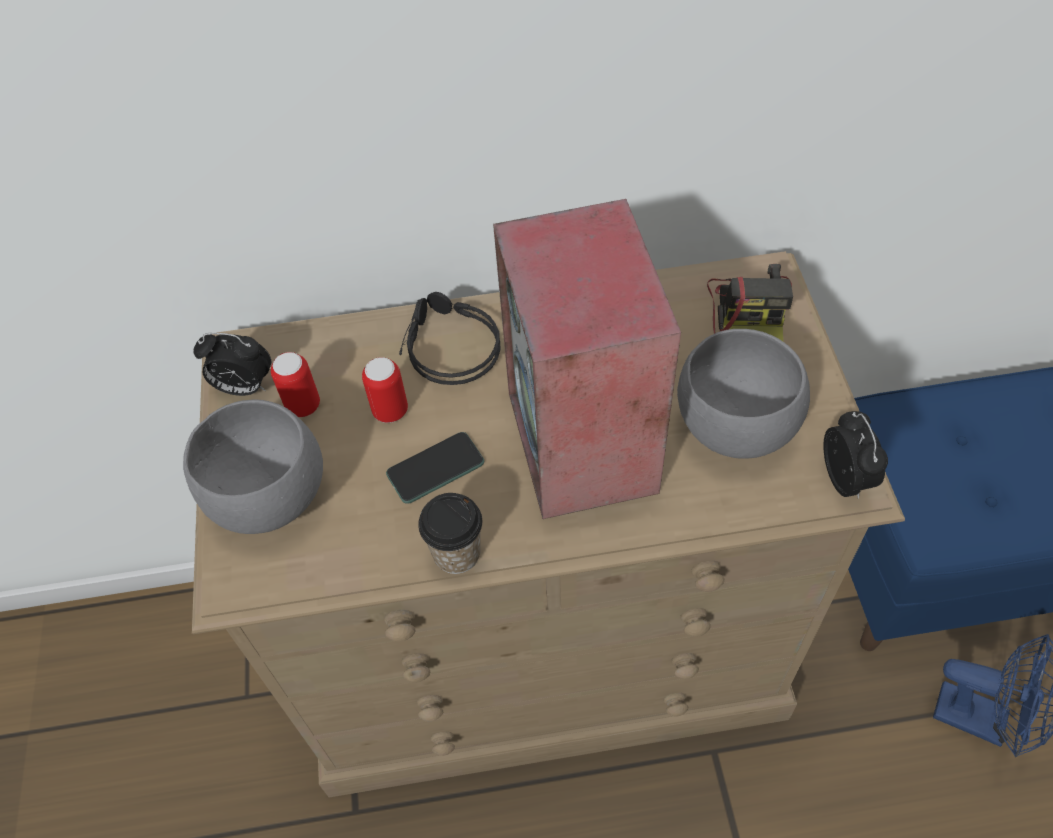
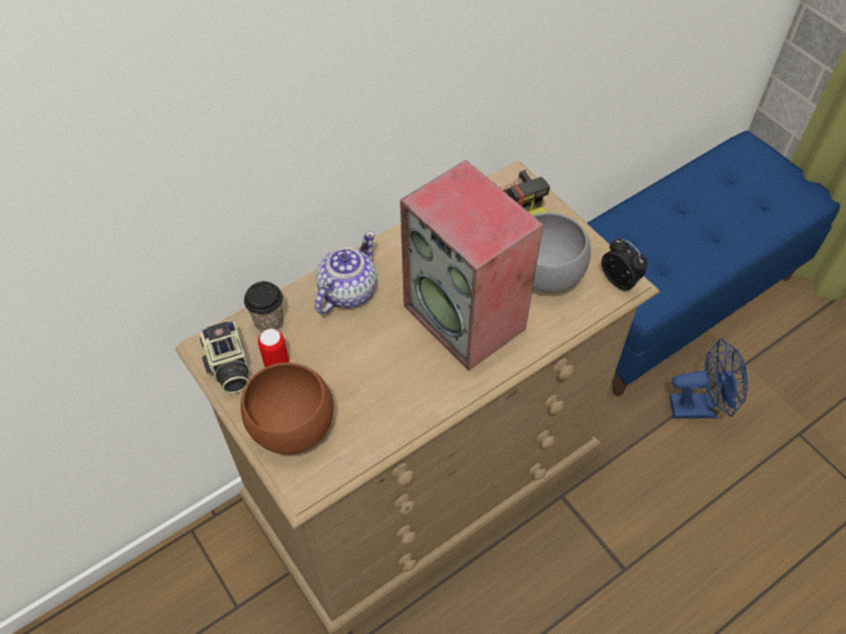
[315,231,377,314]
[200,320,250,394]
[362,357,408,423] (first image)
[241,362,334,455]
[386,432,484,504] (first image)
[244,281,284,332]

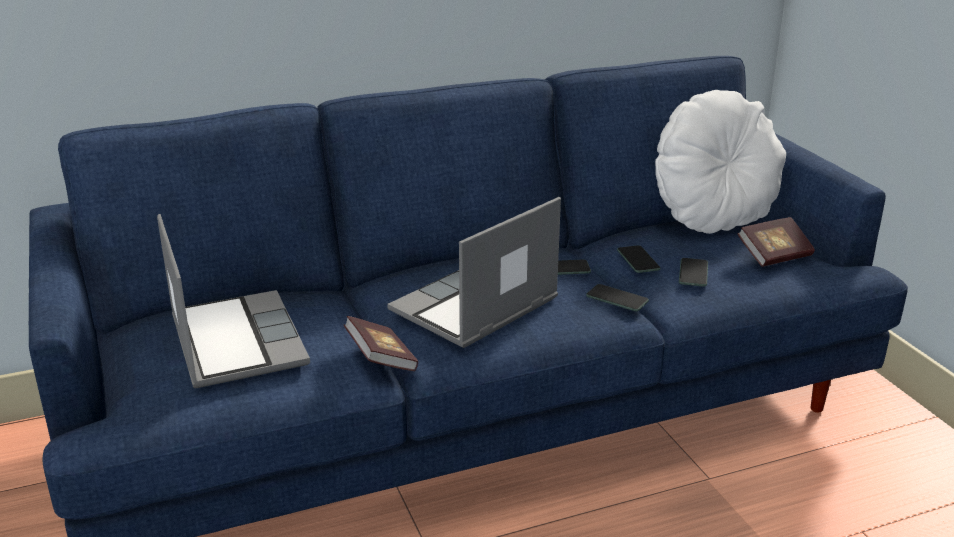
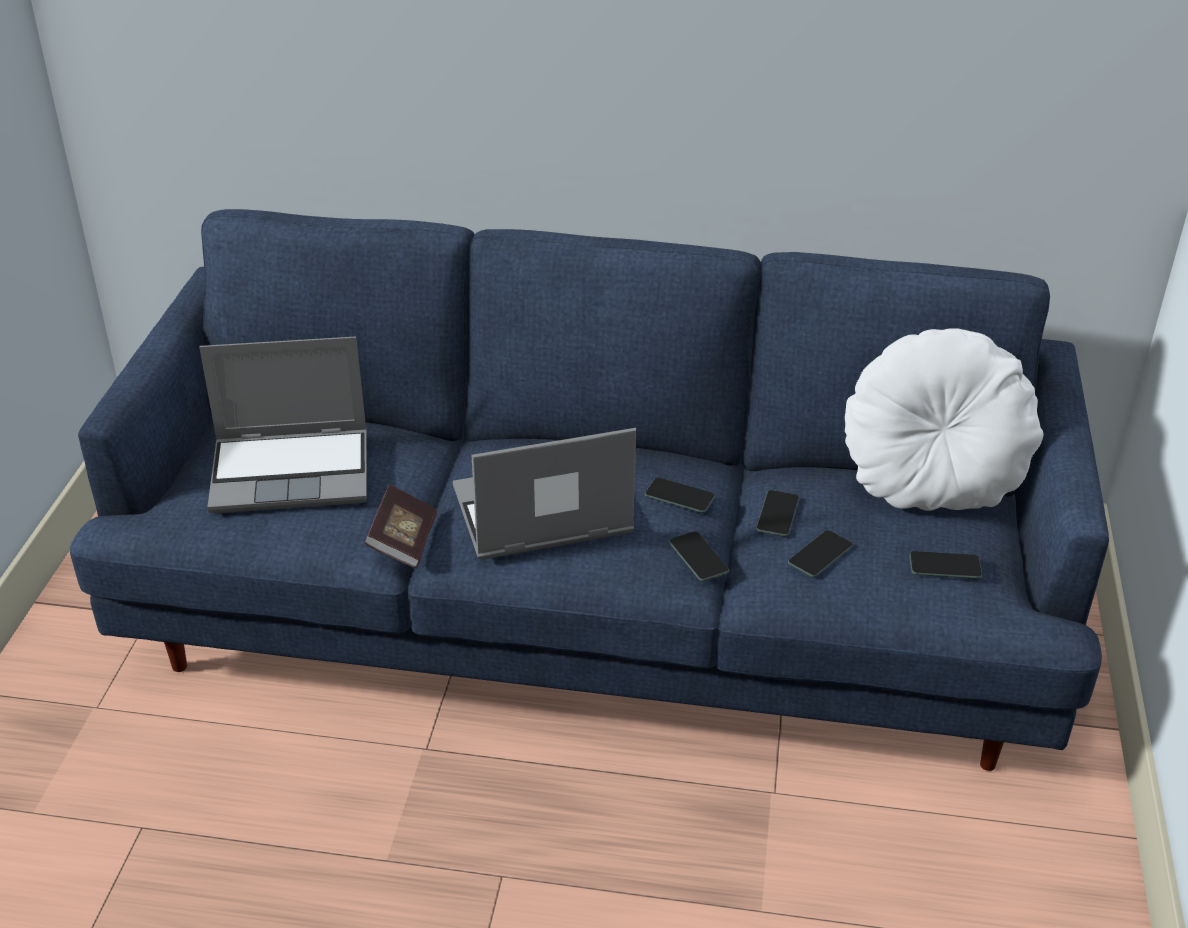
[199,336,367,513]
[909,551,983,579]

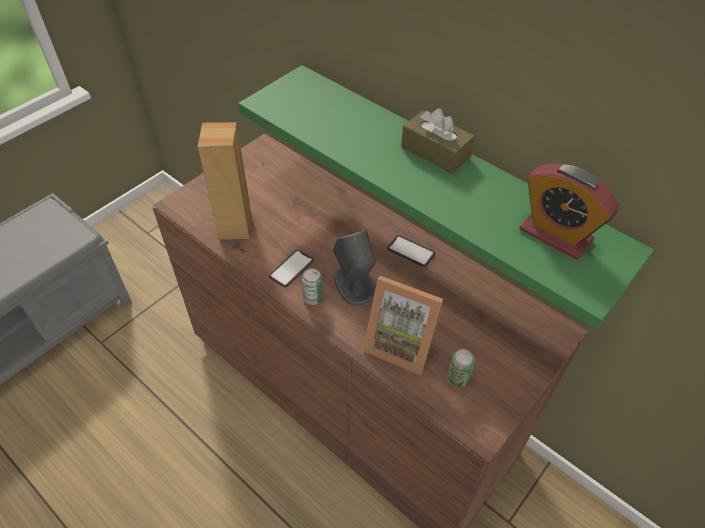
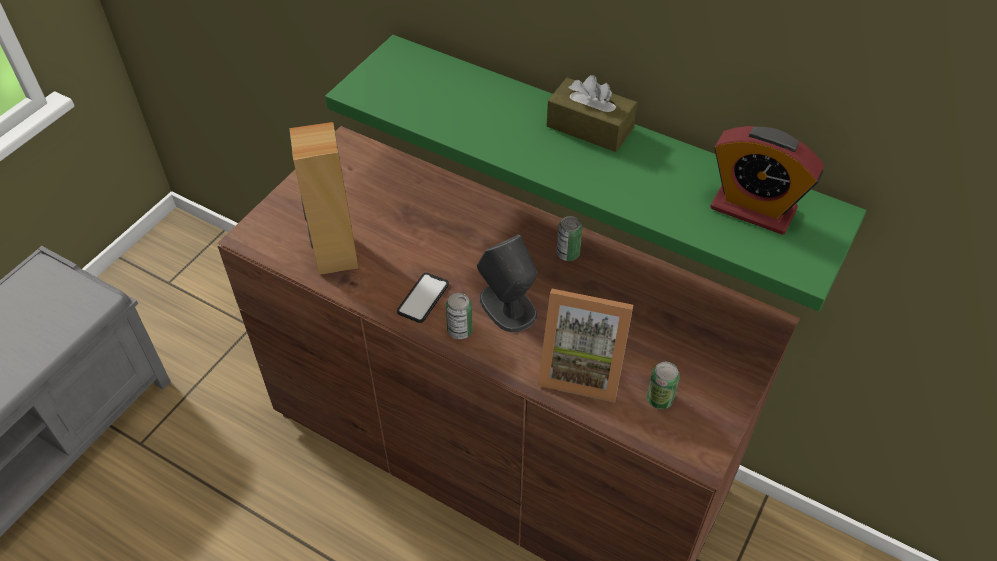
[556,216,582,261]

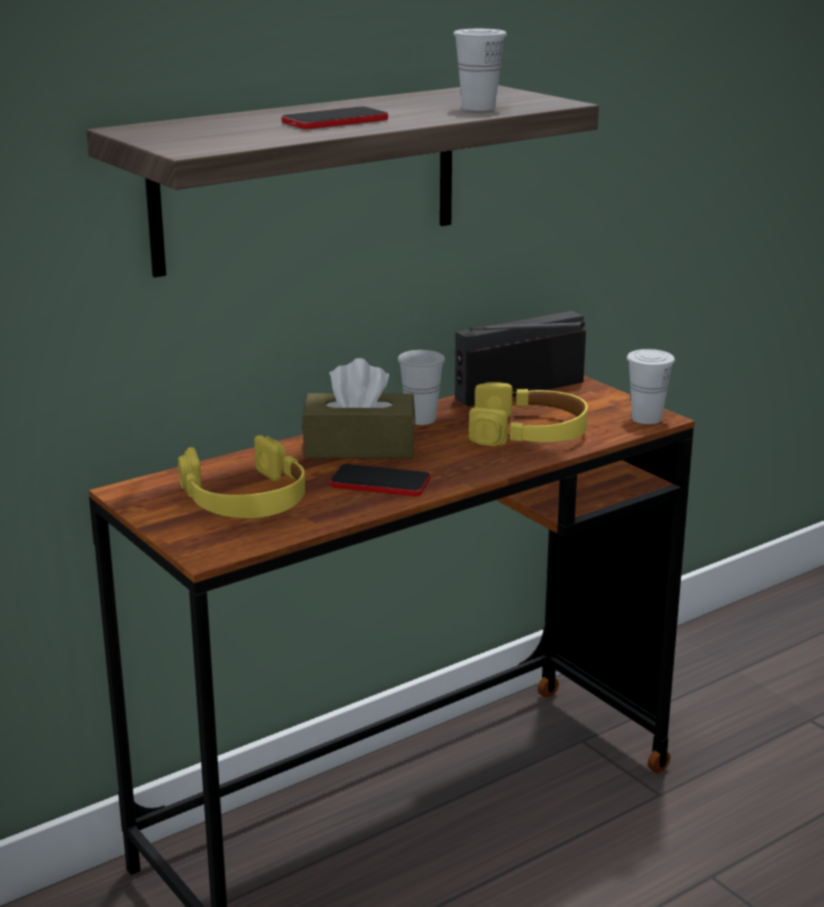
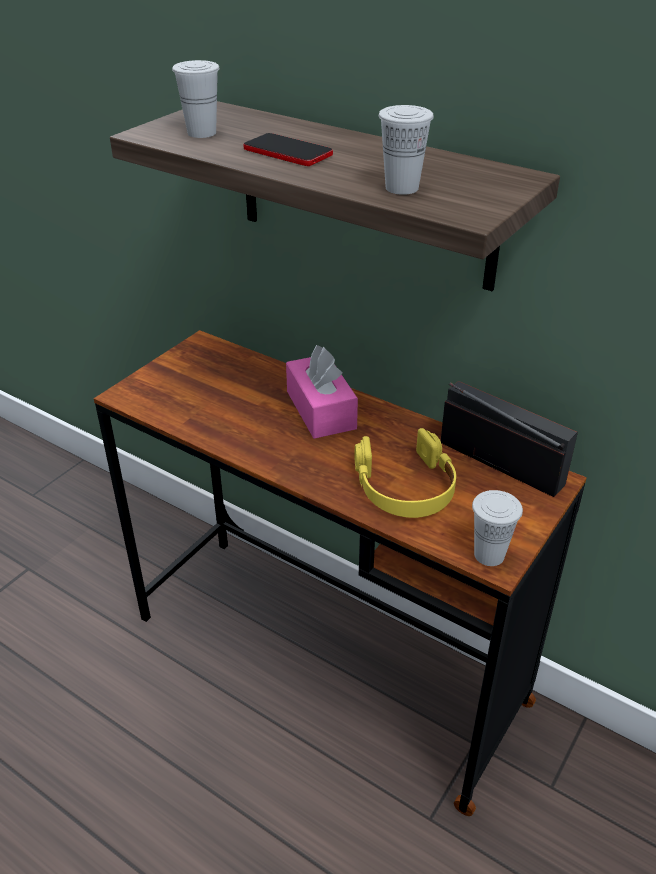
[172,60,220,138]
[286,345,358,439]
[178,435,305,518] (first image)
[330,464,430,496] (first image)

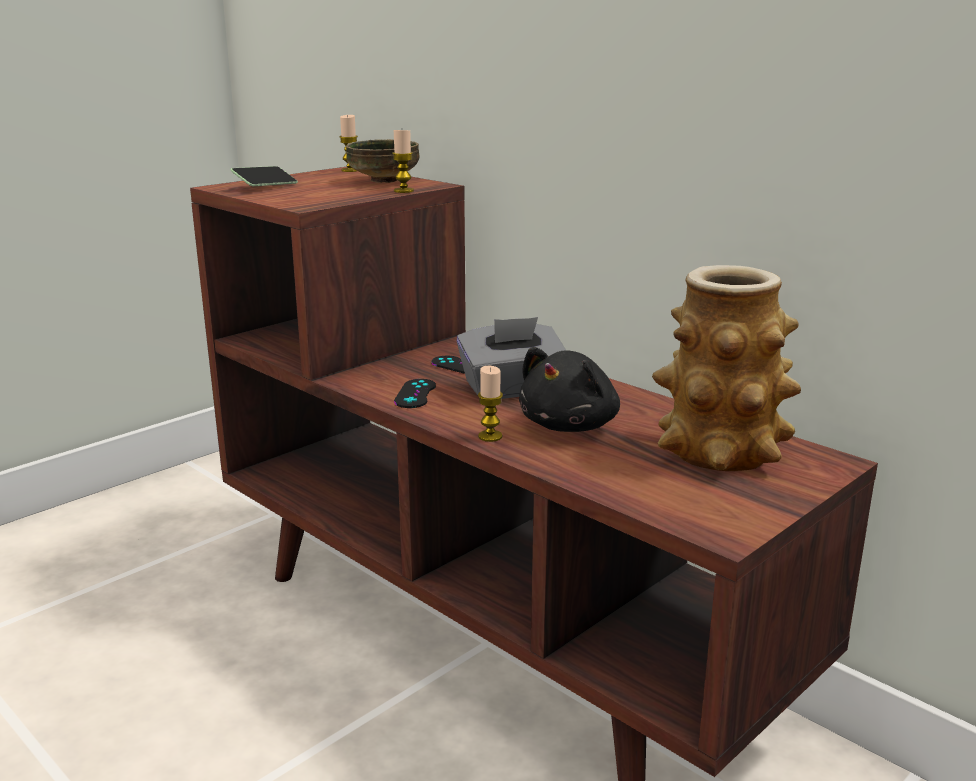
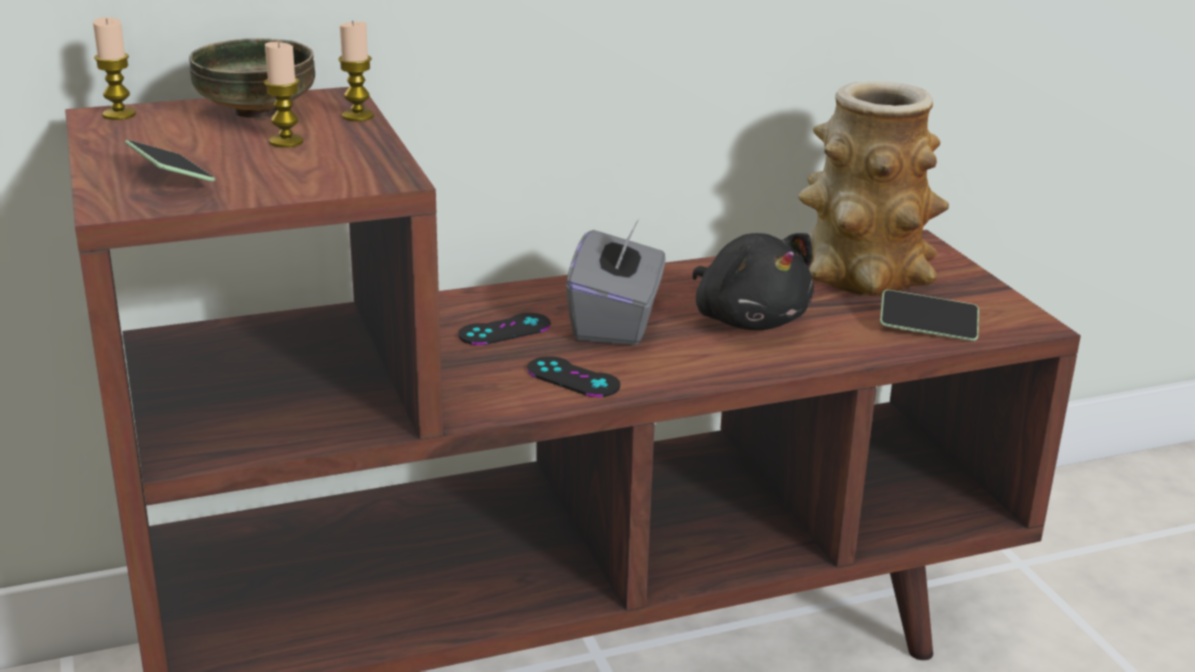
[264,42,303,148]
[880,290,979,341]

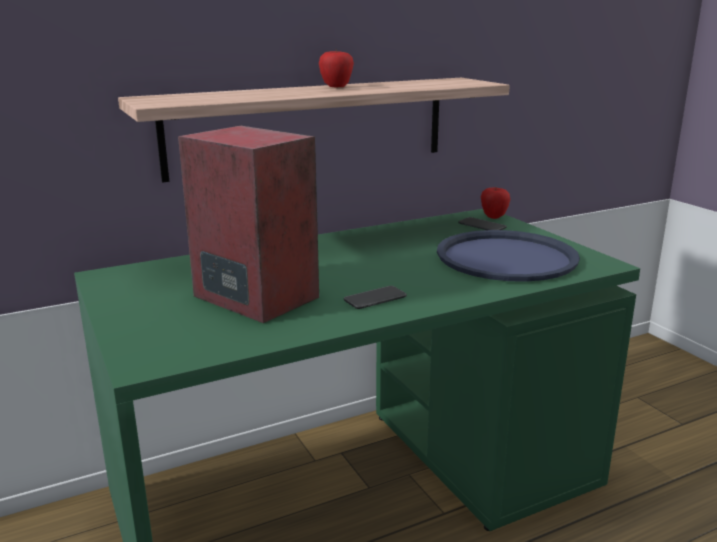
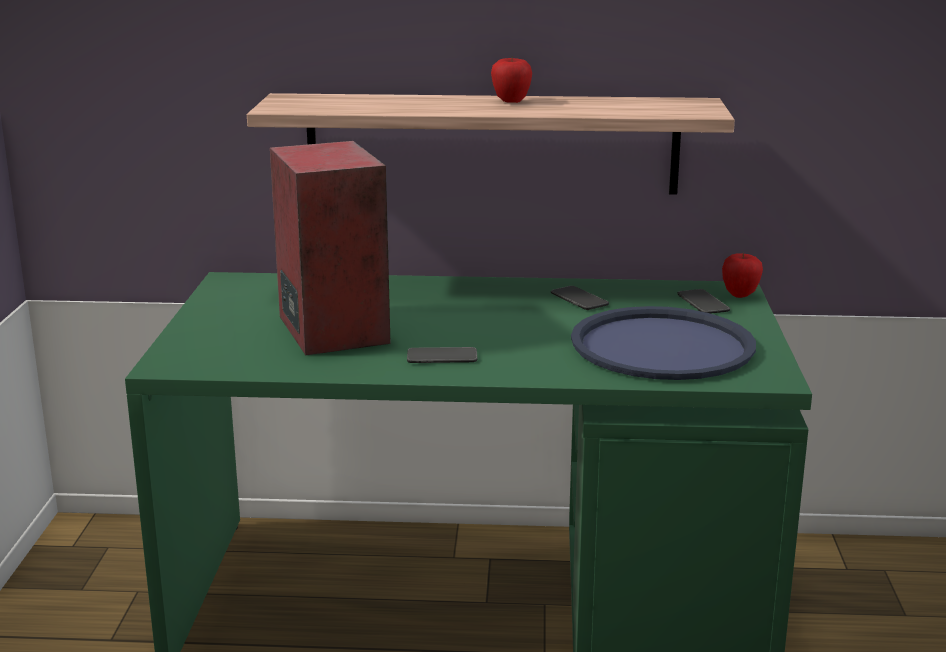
[551,286,609,310]

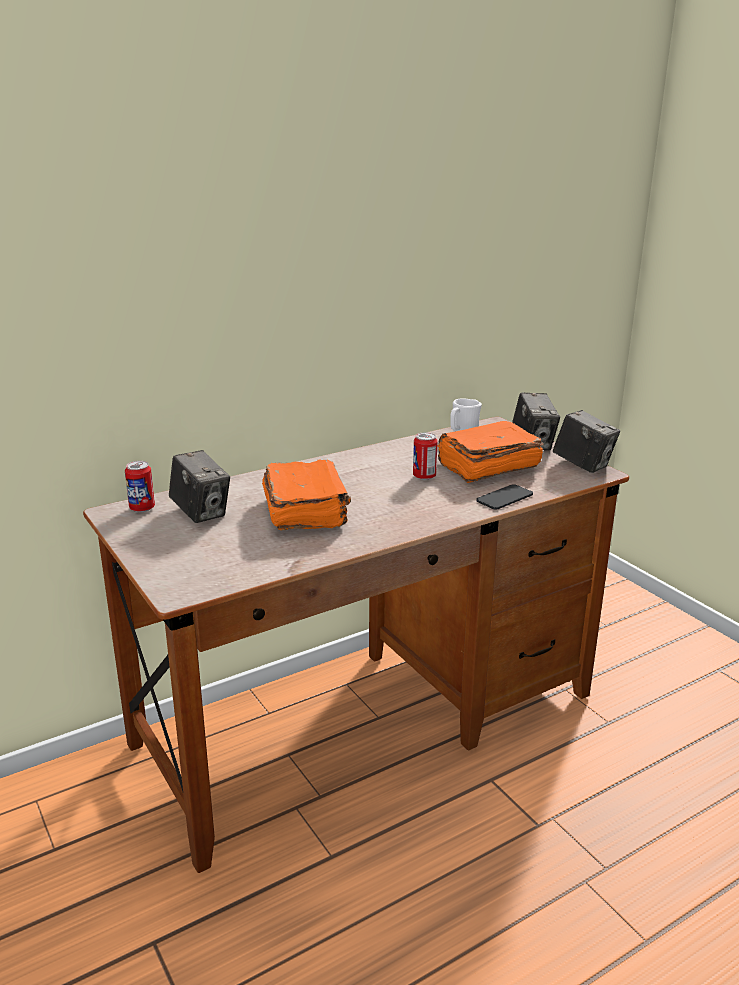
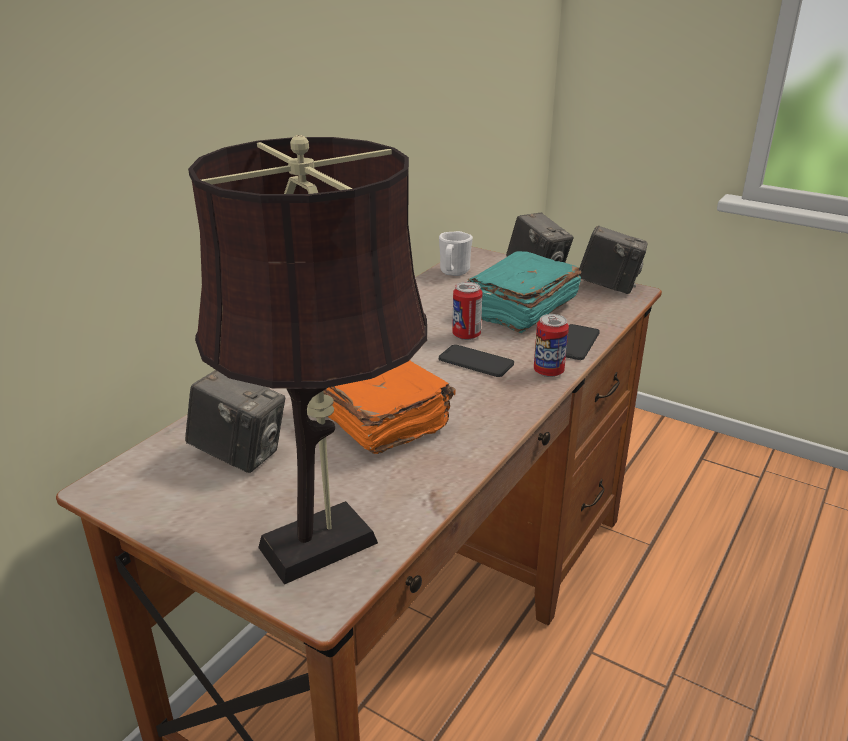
[467,251,581,333]
[534,314,569,377]
[188,135,427,585]
[439,345,514,377]

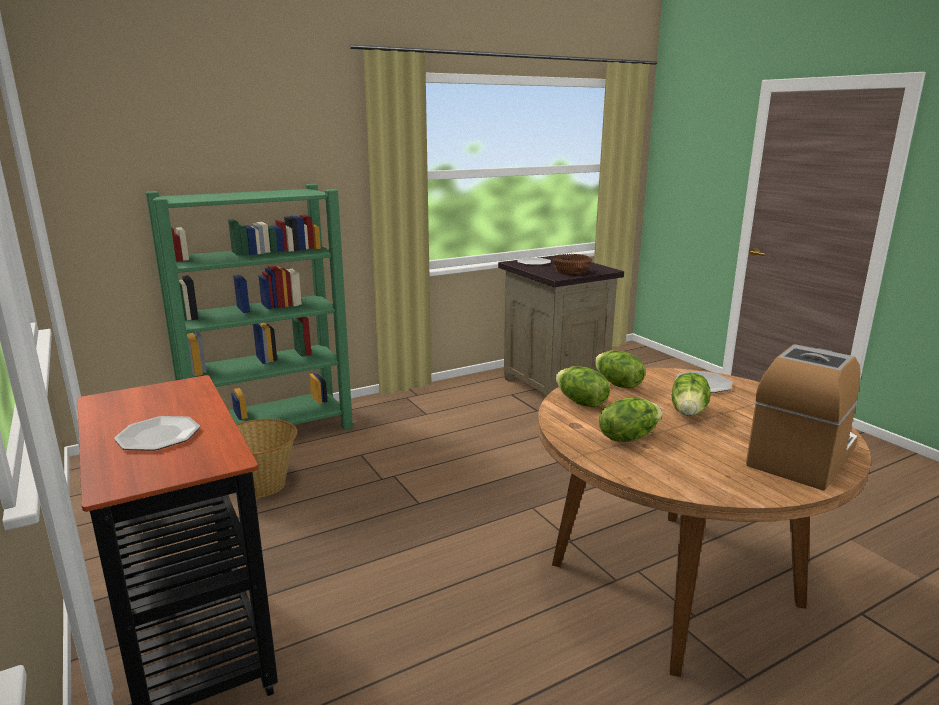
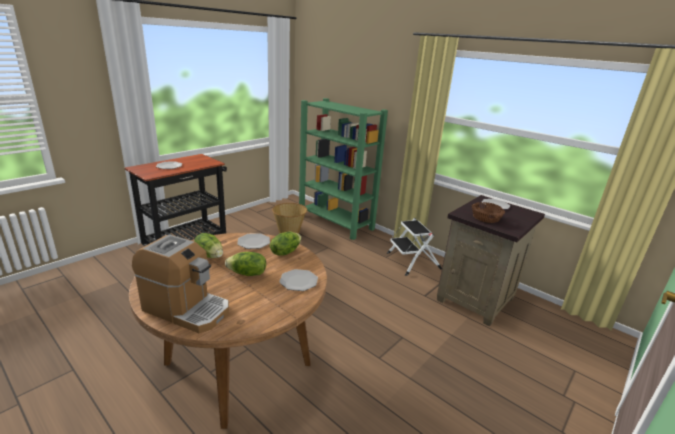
[237,233,270,249]
[387,218,442,276]

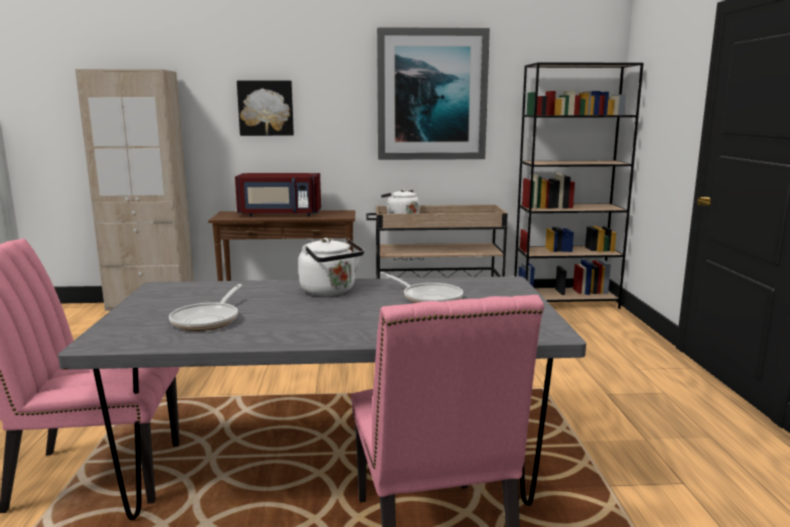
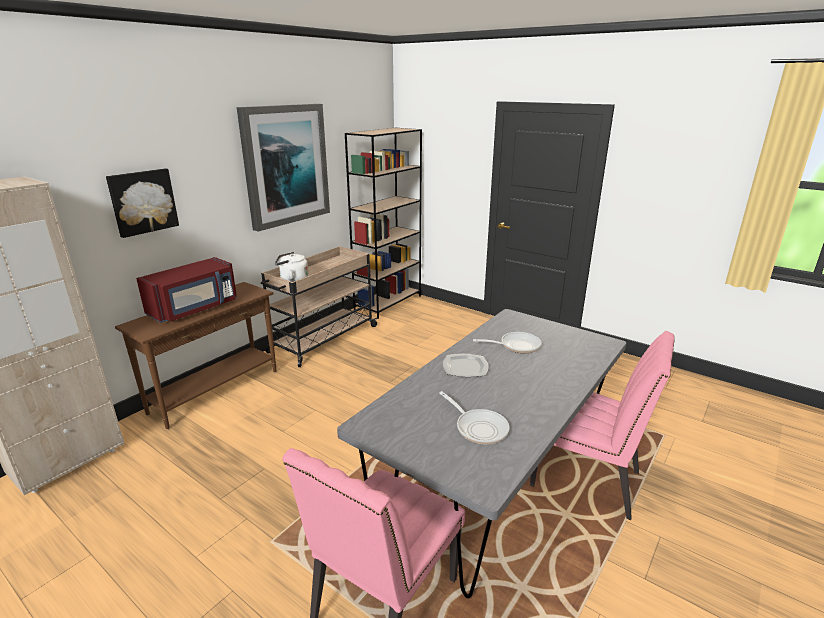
[443,354,489,377]

